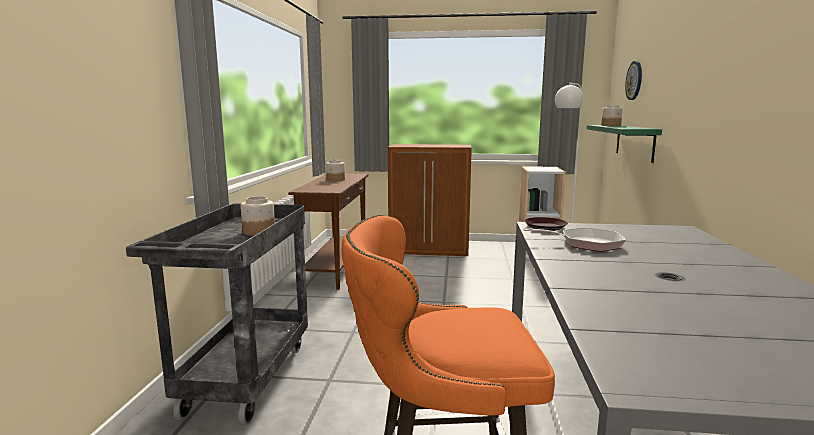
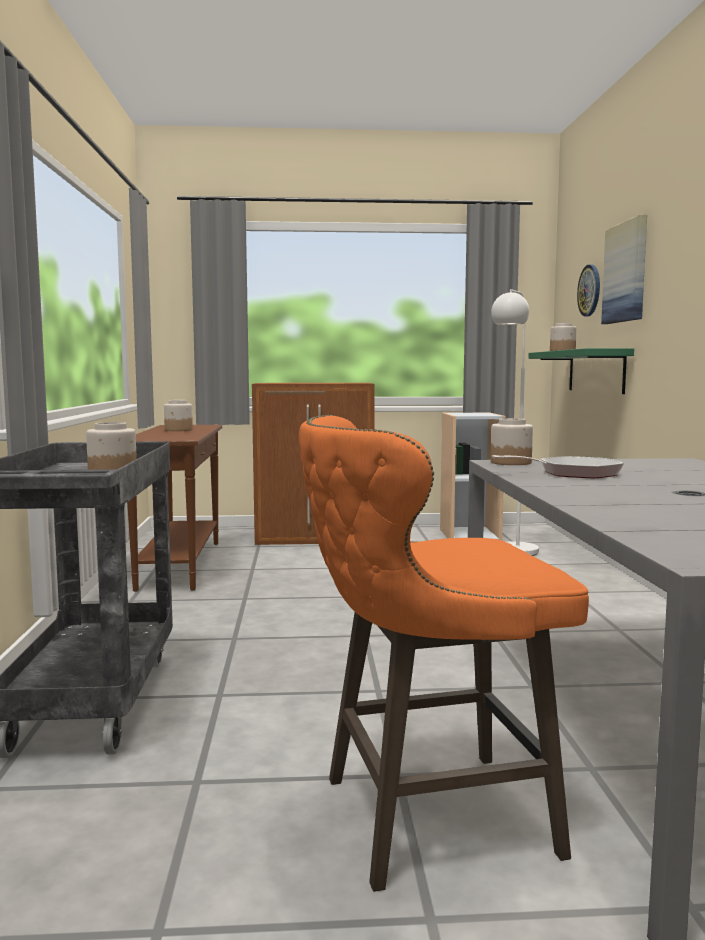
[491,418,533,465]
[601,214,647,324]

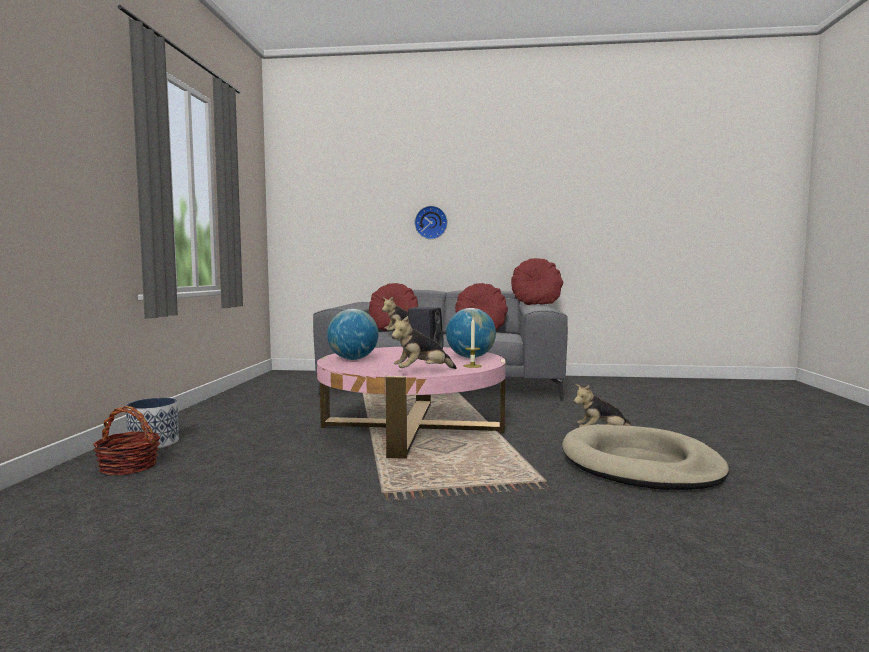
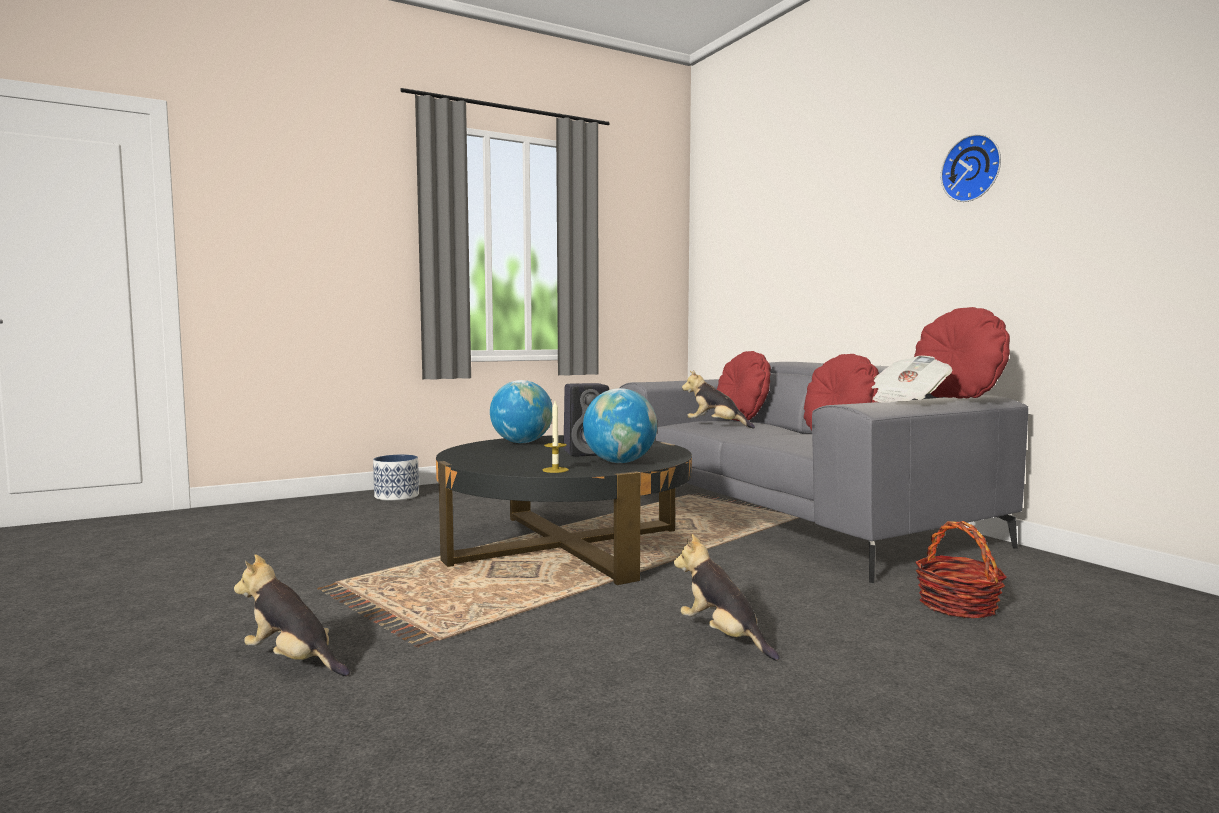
[941,134,1001,202]
[234,554,350,676]
[436,435,692,585]
[915,521,1007,618]
[562,424,729,490] (first image)
[871,356,952,403]

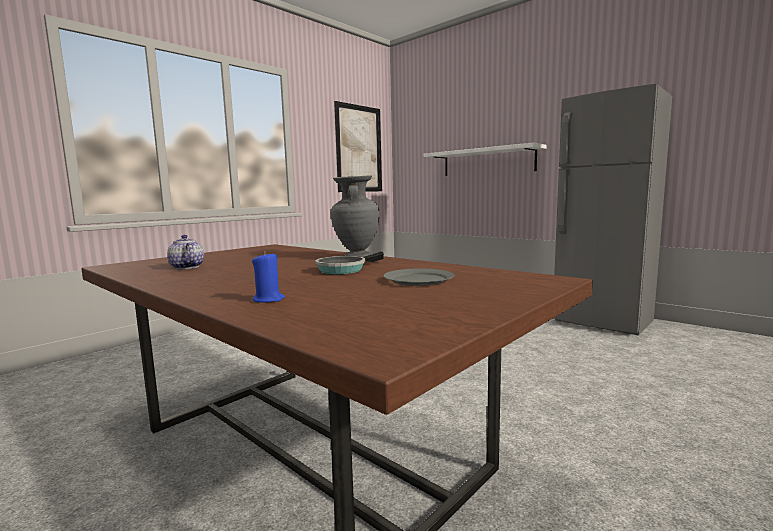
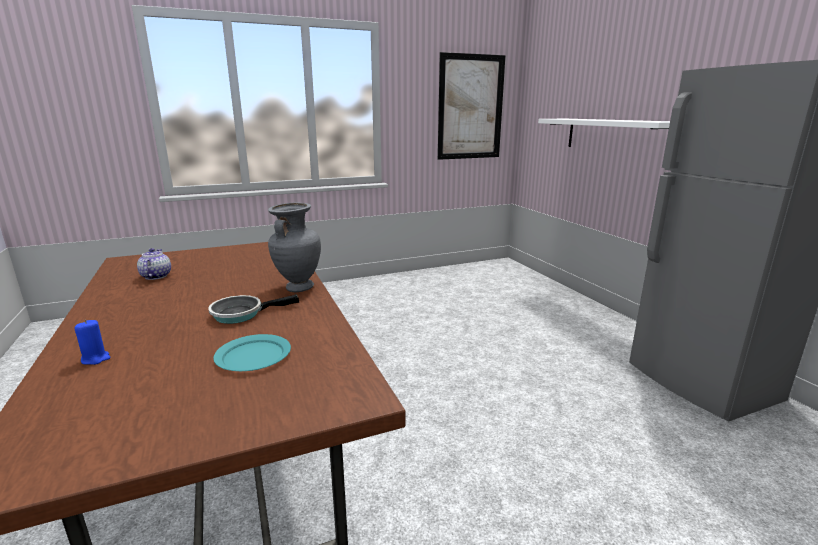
[213,334,291,371]

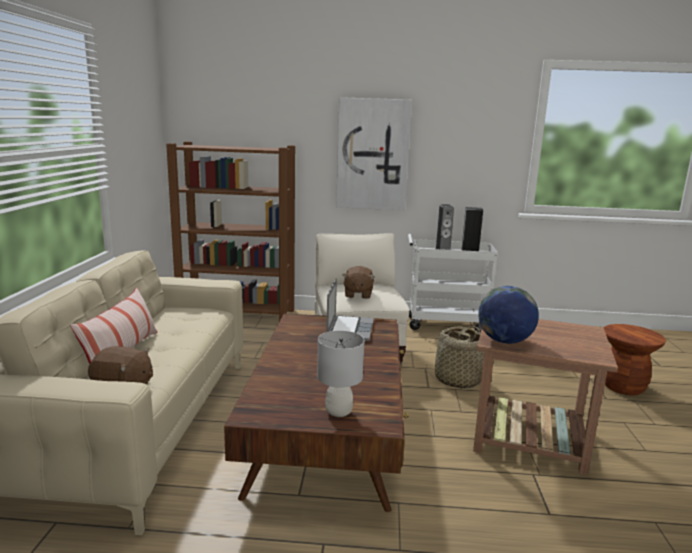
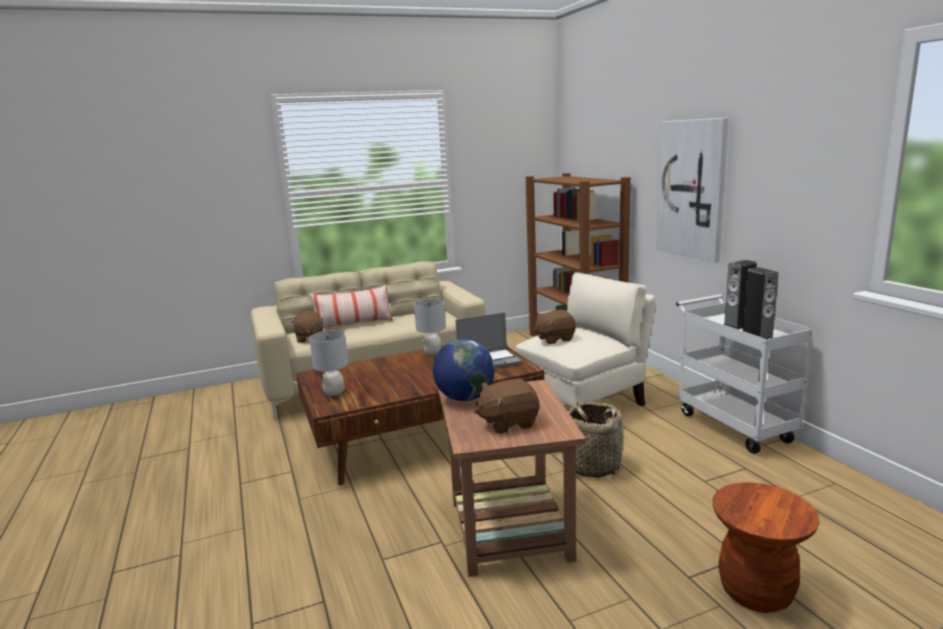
[414,299,446,355]
[474,379,539,434]

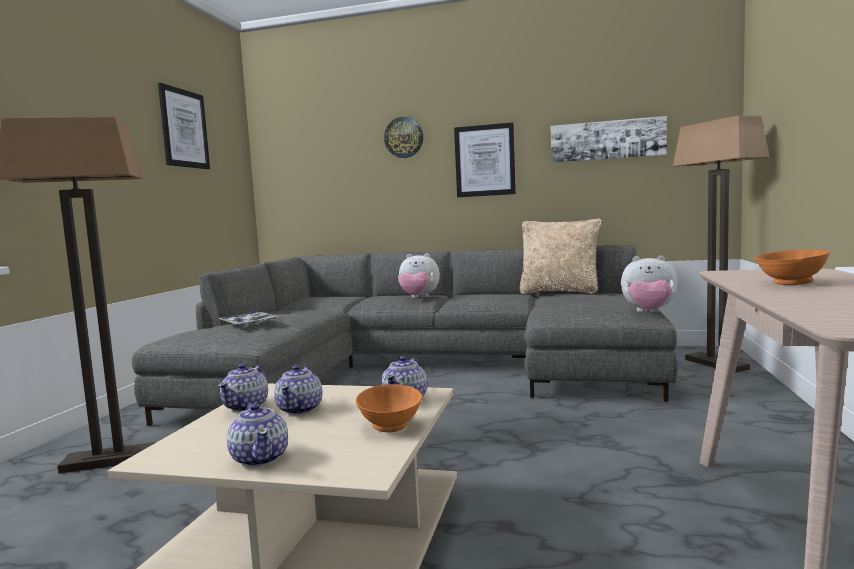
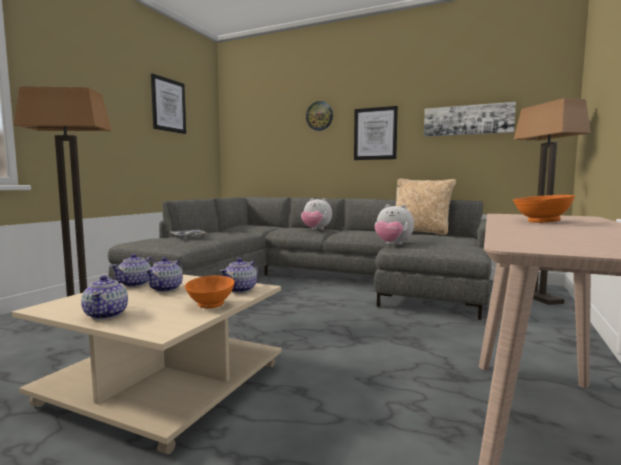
[375,204,414,245]

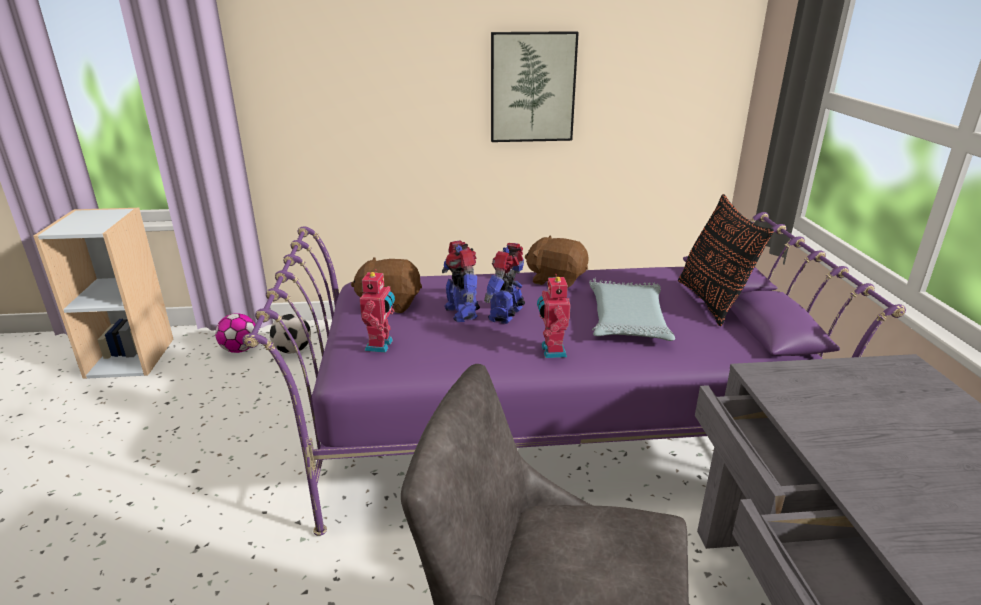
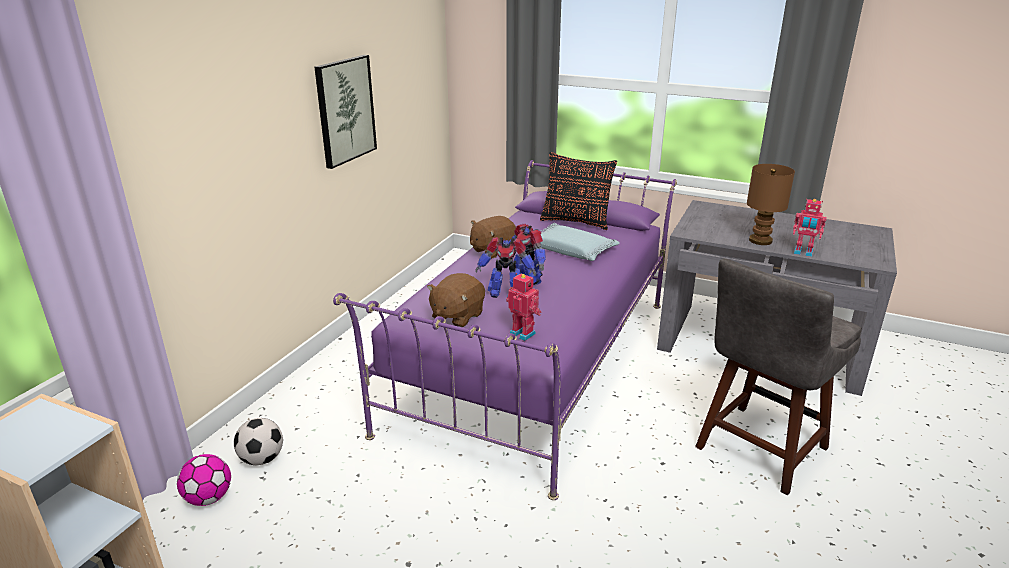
[793,199,826,257]
[747,164,795,245]

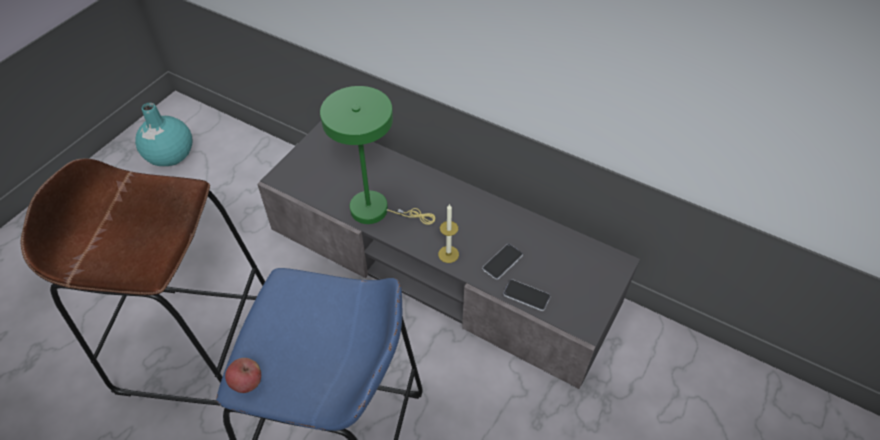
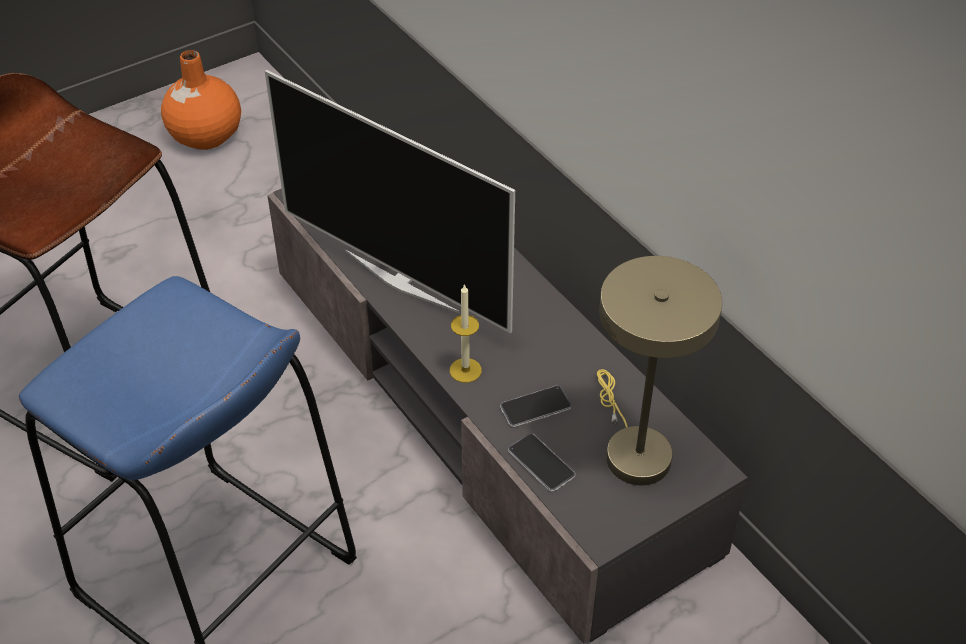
[265,70,515,333]
[161,50,241,150]
[225,358,261,393] (first image)
[597,256,722,485]

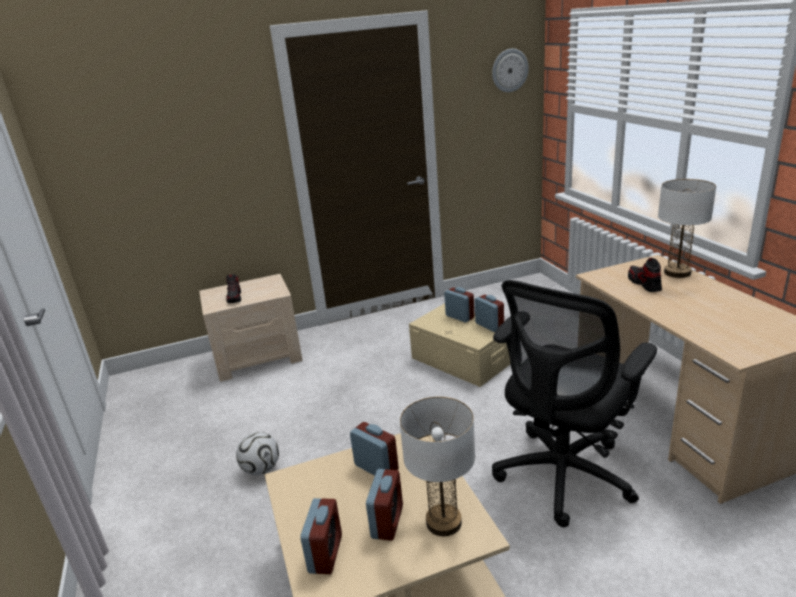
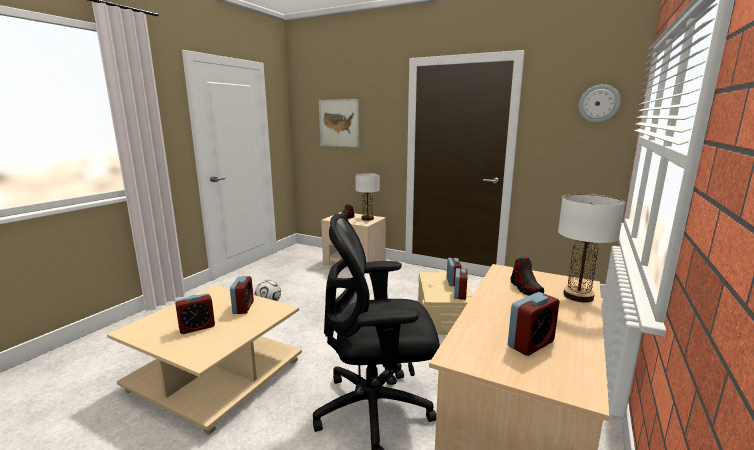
[511,258,544,296]
[355,173,379,221]
[508,292,560,356]
[319,99,359,147]

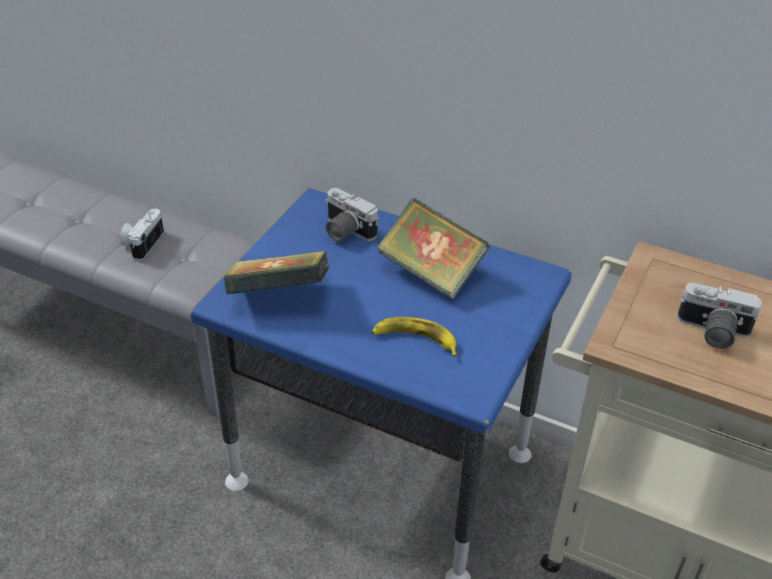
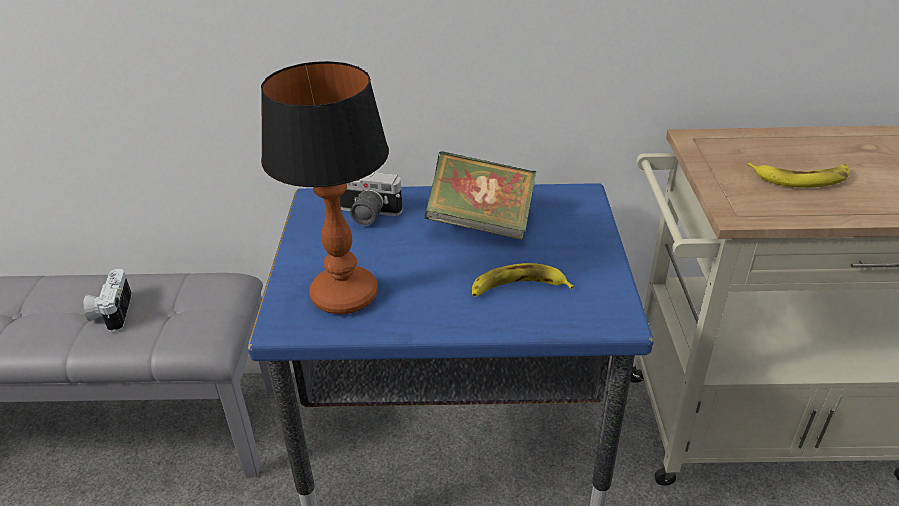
[261,61,389,314]
[748,162,850,188]

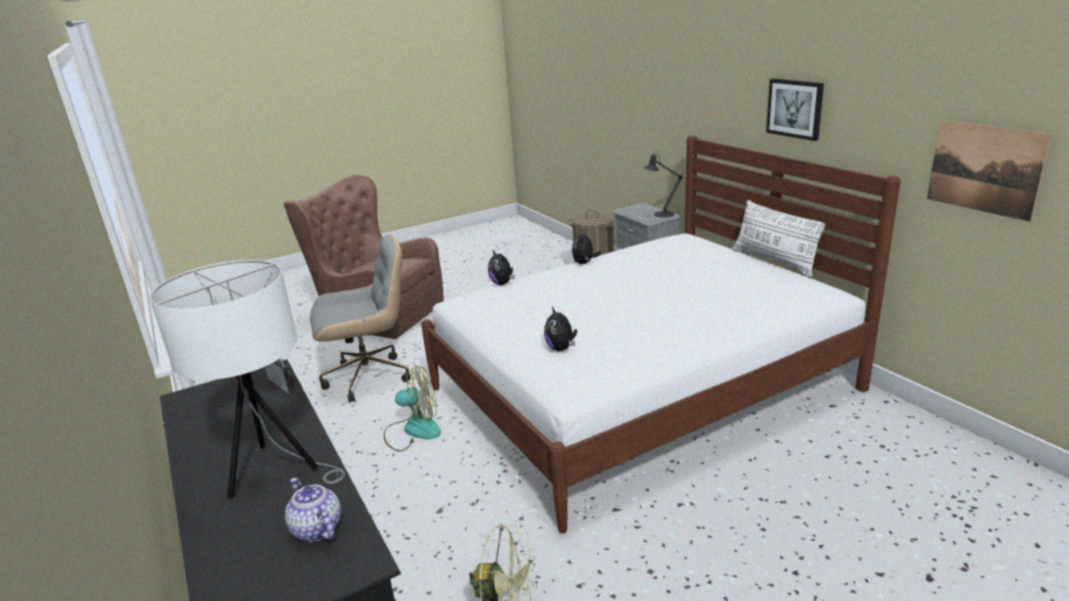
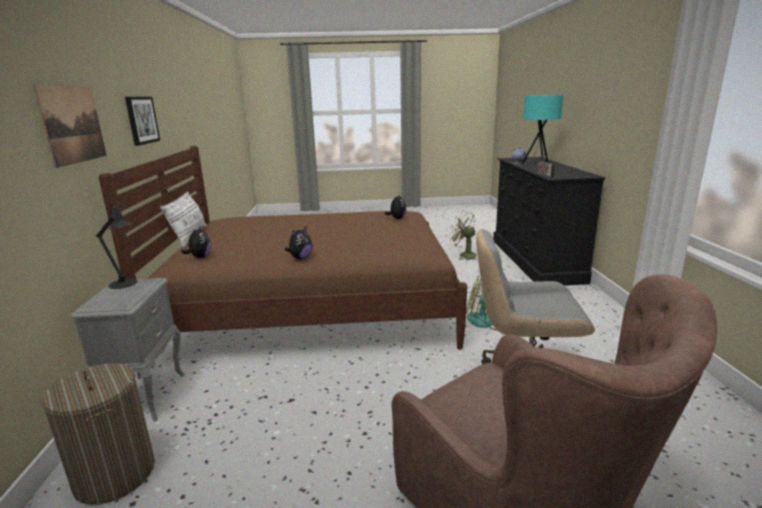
[33,84,107,168]
[98,146,467,368]
[182,225,211,258]
[513,95,563,165]

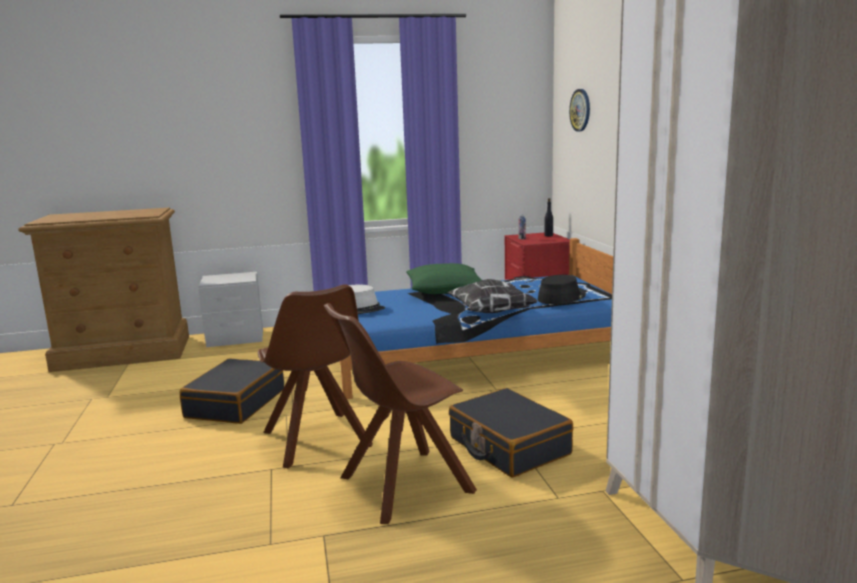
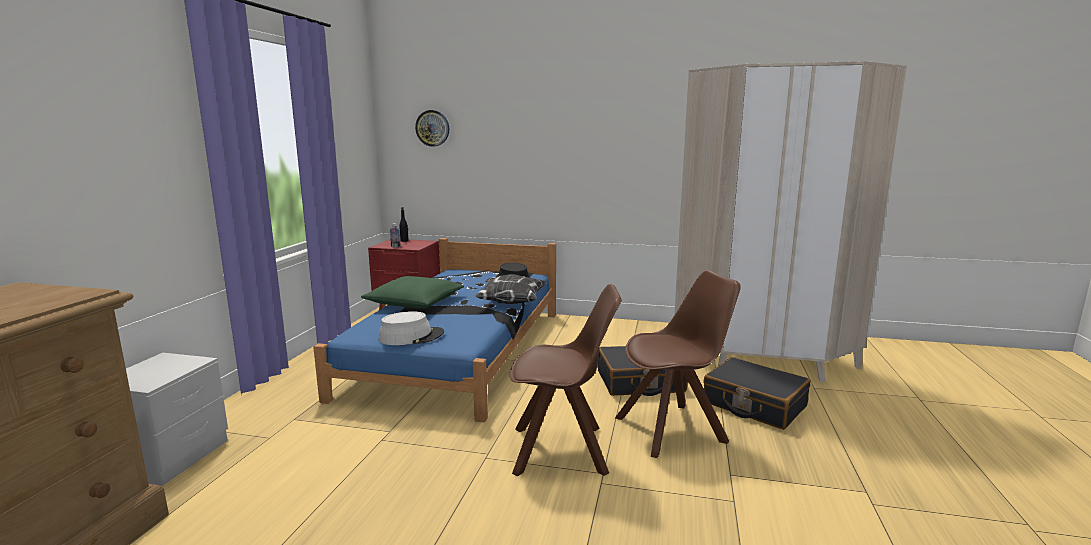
[615,270,741,458]
[703,357,810,430]

